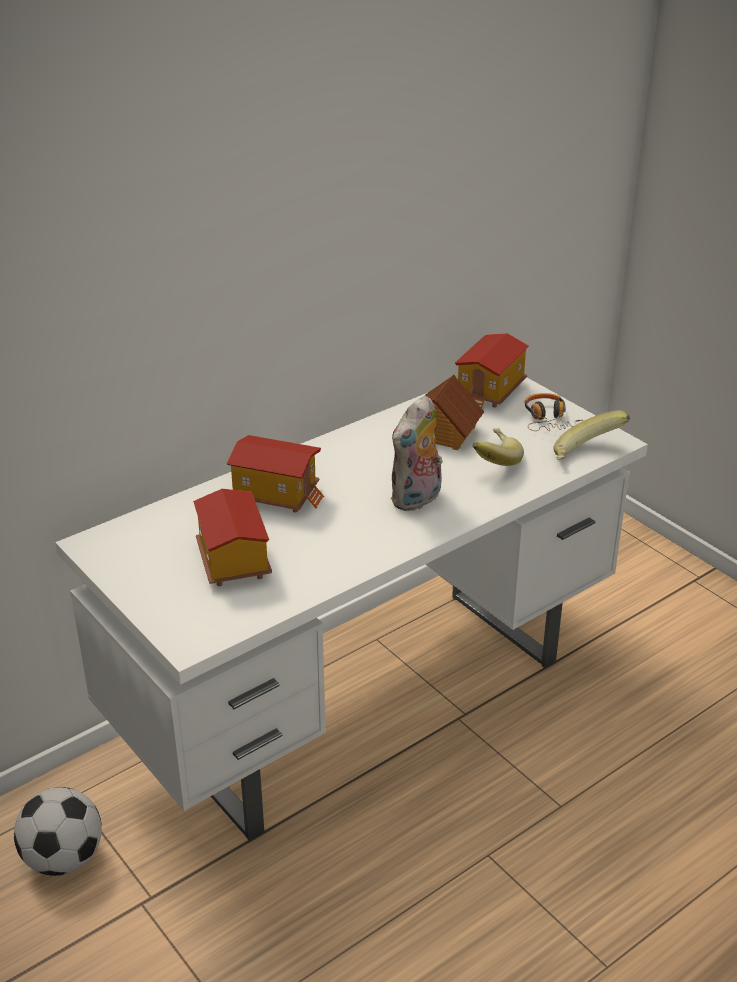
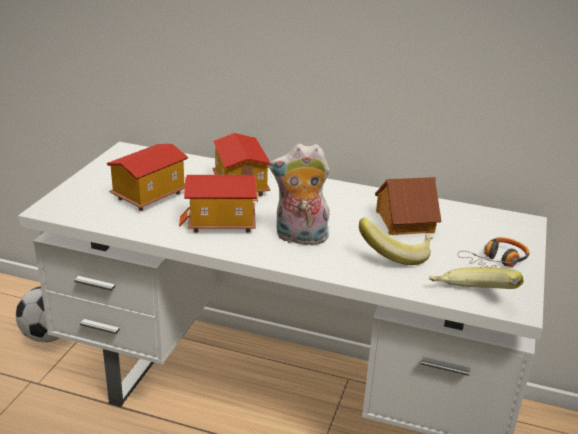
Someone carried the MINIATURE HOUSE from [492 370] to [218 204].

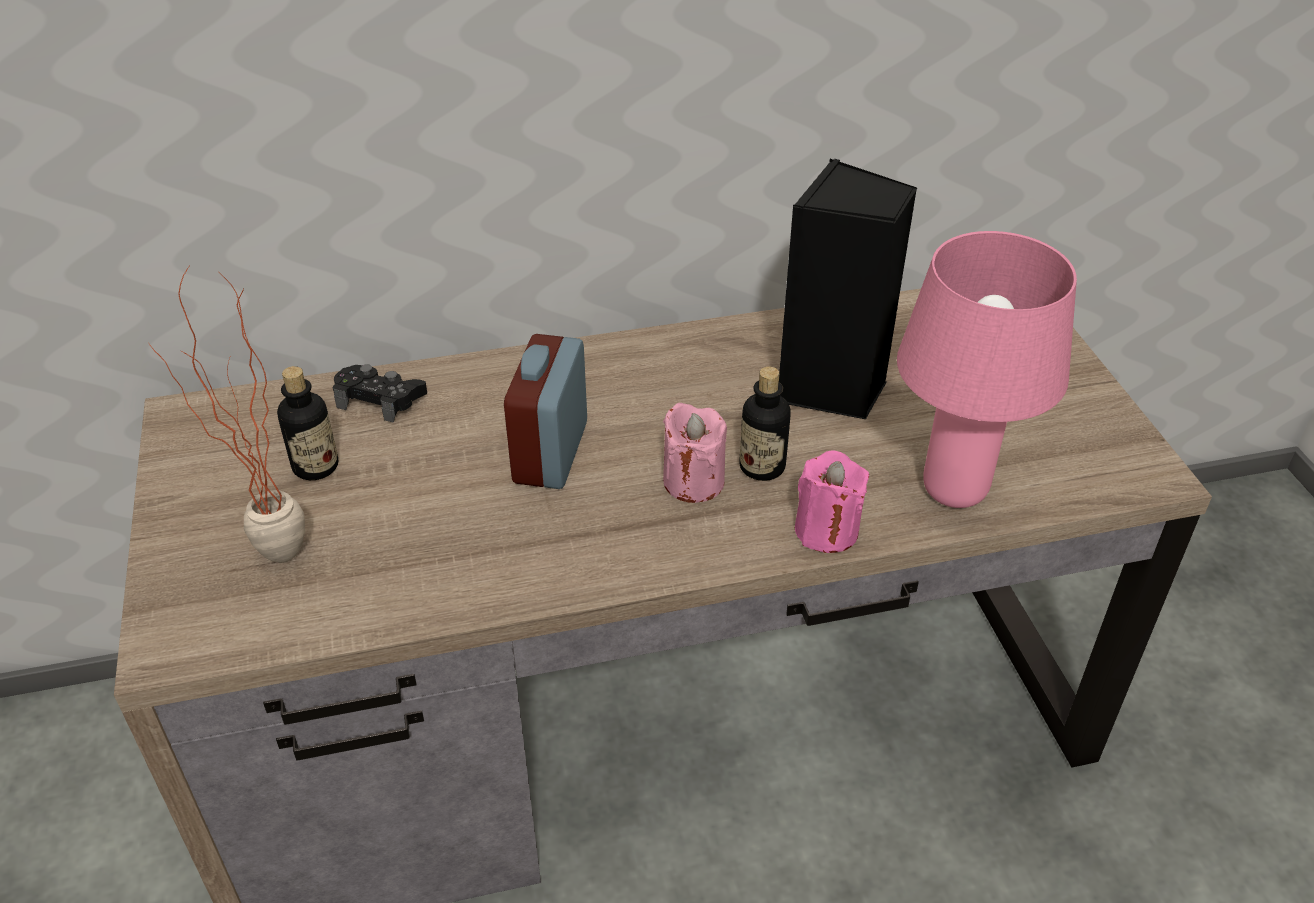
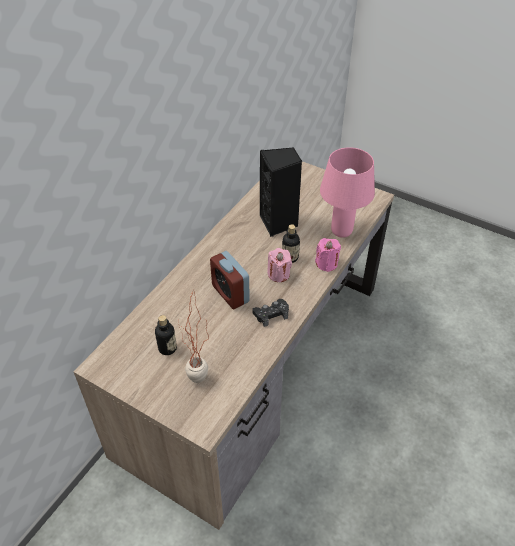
Someone carried the BLACKISH JOYPAD from [379 393] to [270 313].

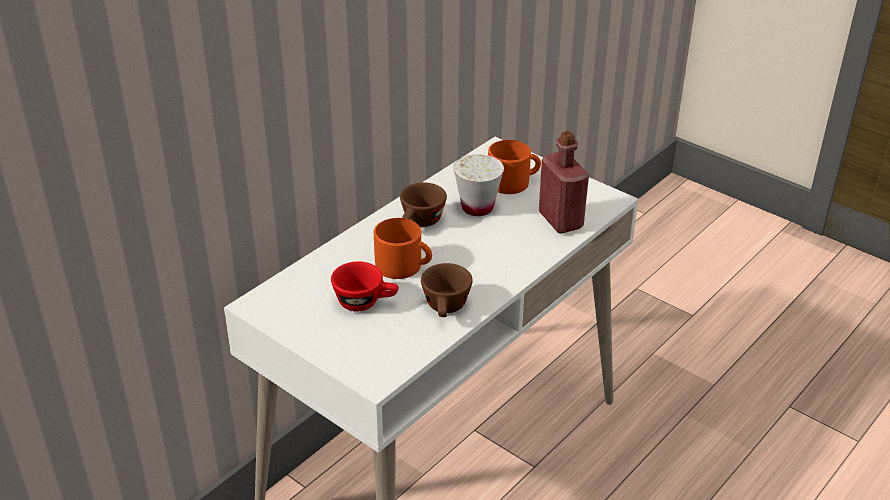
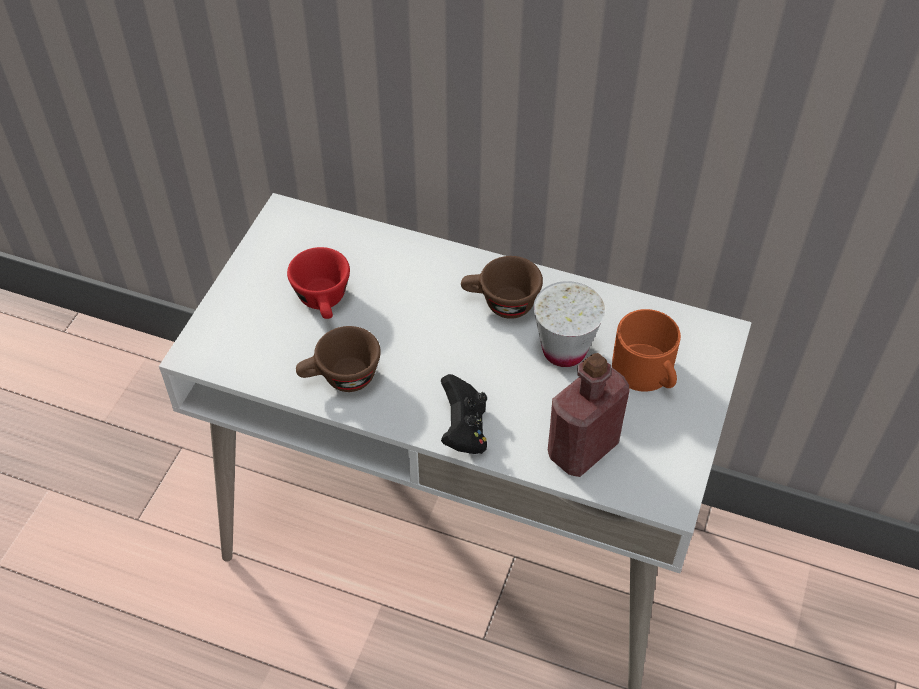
Someone took away the ORANGEY TEA MUG at [403 248]. Someone put down the BLACKISH JOYPAD at [464 414].

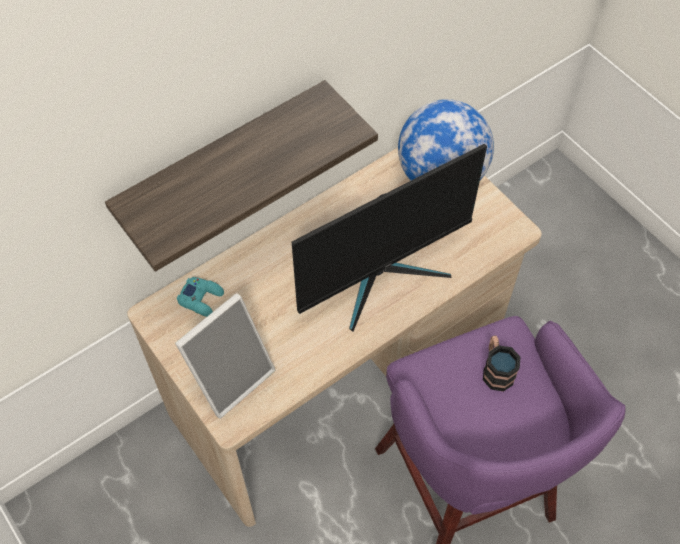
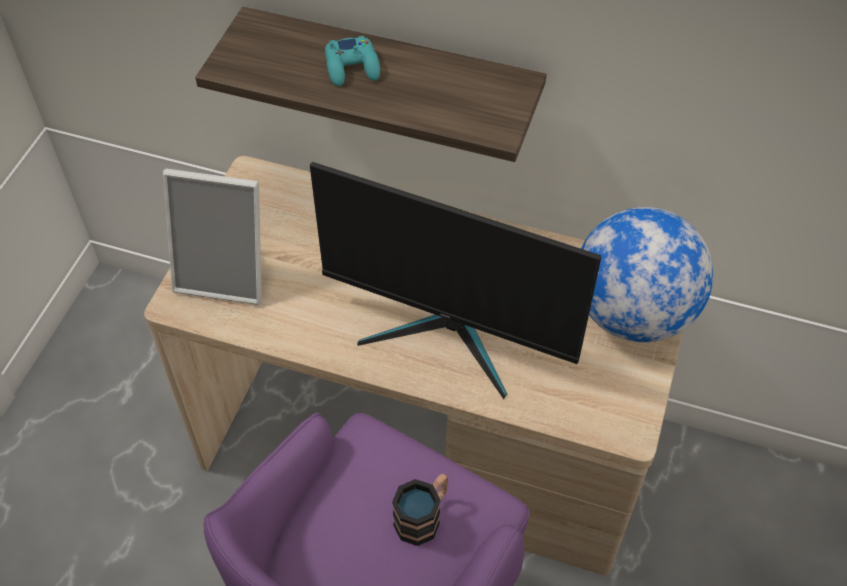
Someone carried the TURQUOISE-COLOURED JOYPAD from [200 297] to [352 61].

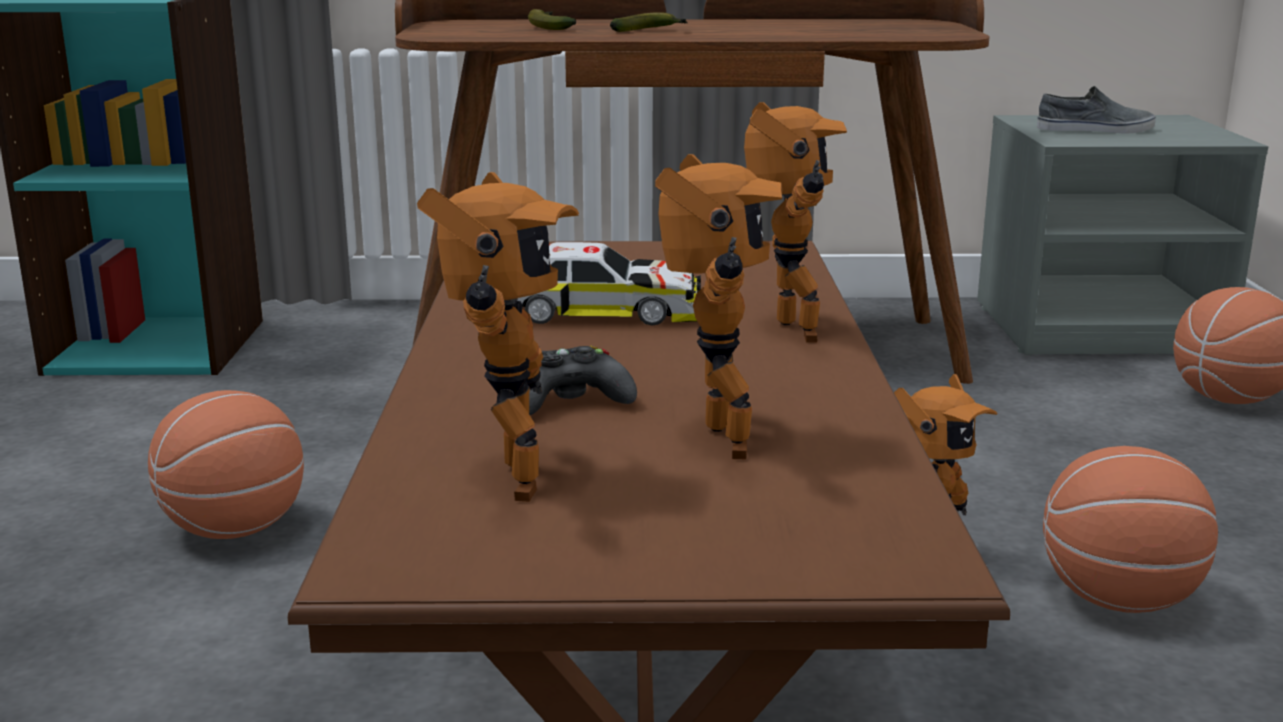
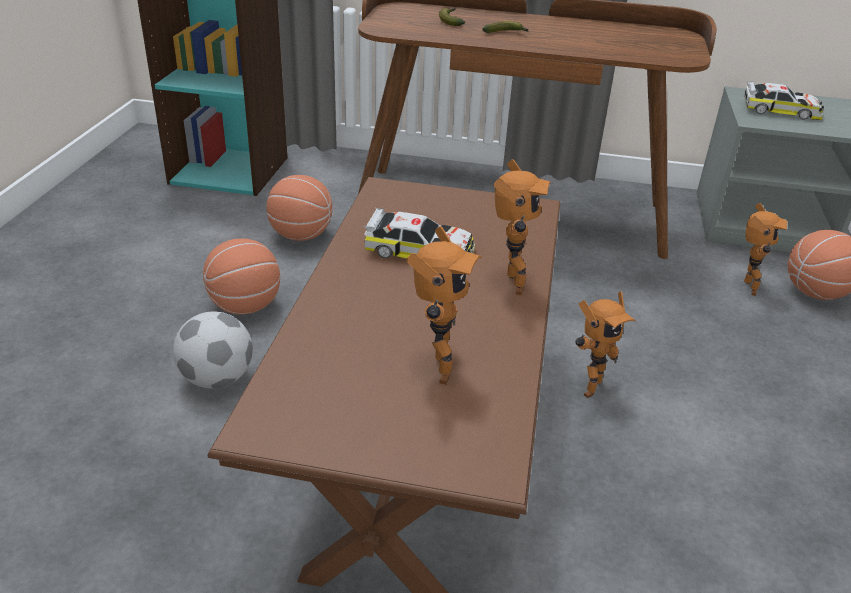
Someone swapped the GREYISH SHOE at [1096 110] for the MINIATURE CAR at [784 100]. Someone carried the MODEL ROBOT from [498 337] to [765 249]. Someone took away the BLACKISH JOYPAD at [583 380]. Someone carried the BASKETBALL BALL from [1130 529] to [299 208]. Someone put down the BALL FOR FOOTBALL at [213 350].

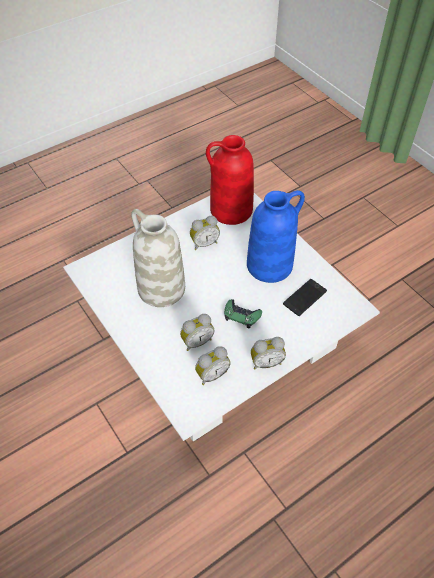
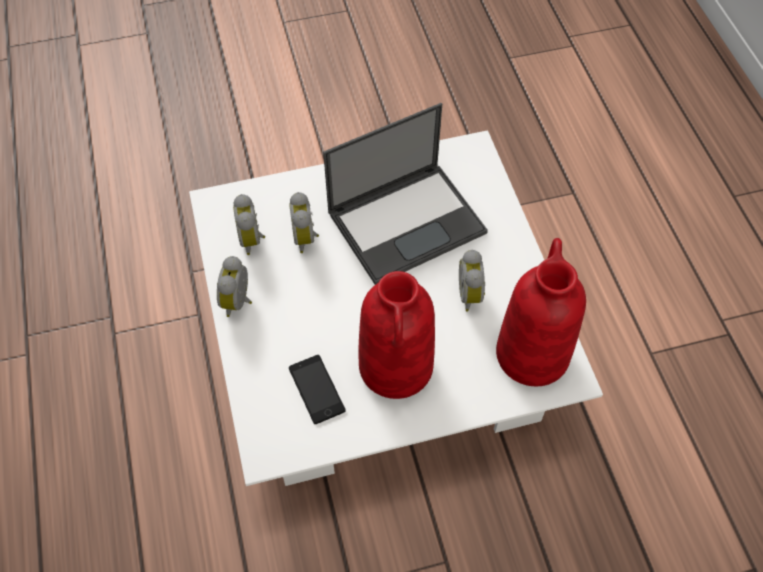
Someone repainted the BLUE-COLOURED FLOWER VASE at [276 236], which became the RED FLOWER VASE at [397 335]. Someone swapped the WHITE-COLOURED FLOWER VASE at [158 258] for the PORTABLE COMPUTER at [405 194]. Someone took away the GREENISH JOYPAD at [243 313].

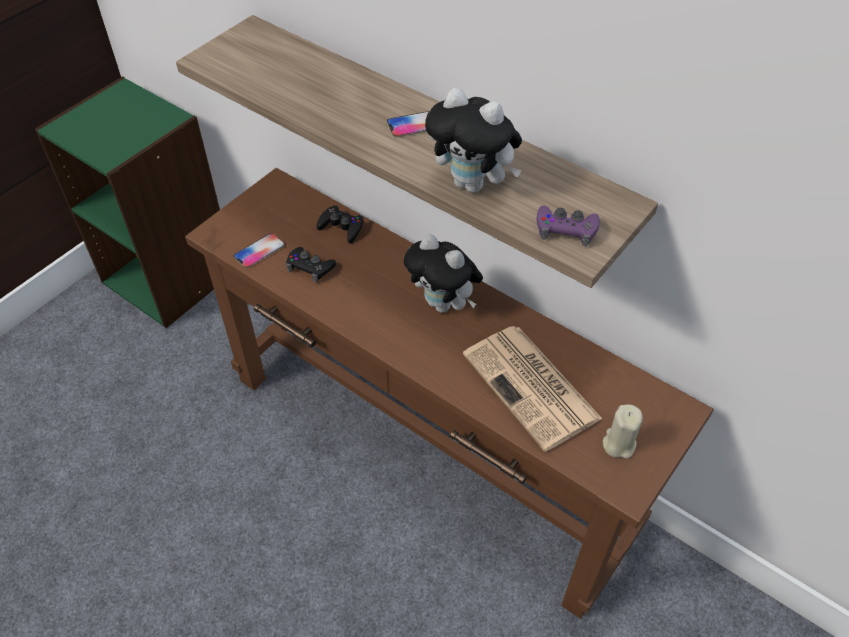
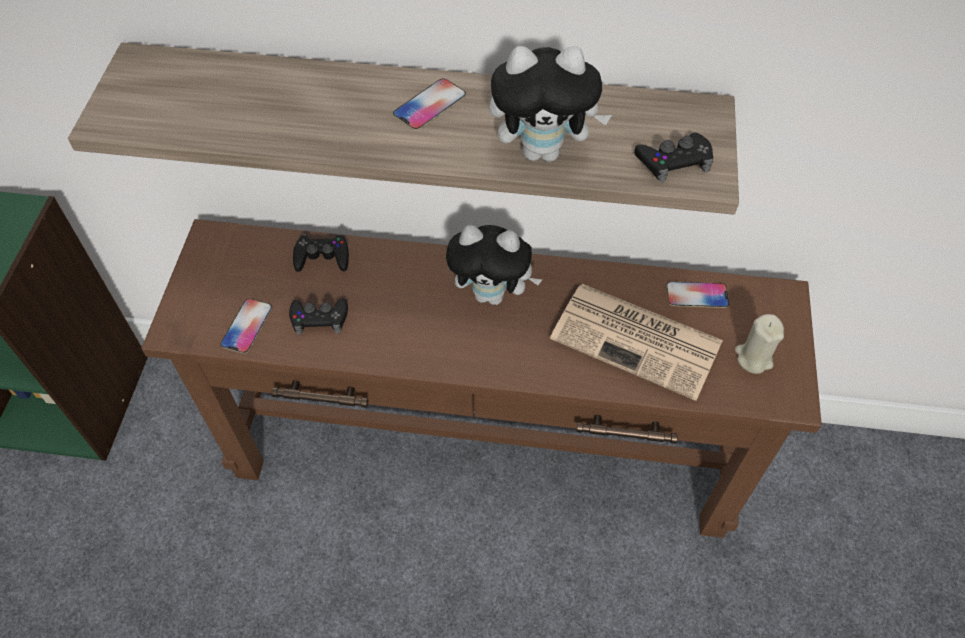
Someone repainted the PURPLE-COLOURED JOYPAD at [568 225], which became the BLACKISH JOYPAD at [673 158]. Someone put down the PHONE at [697 294].

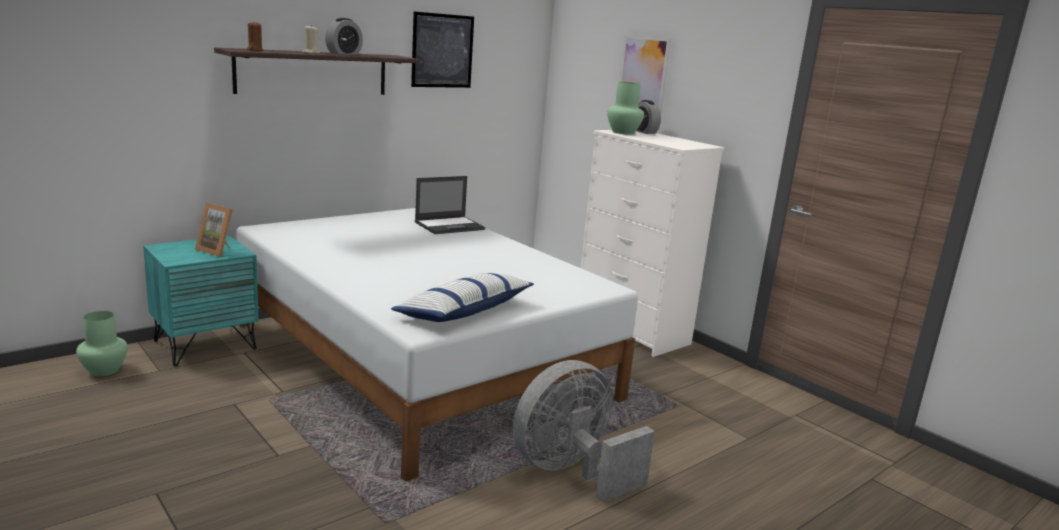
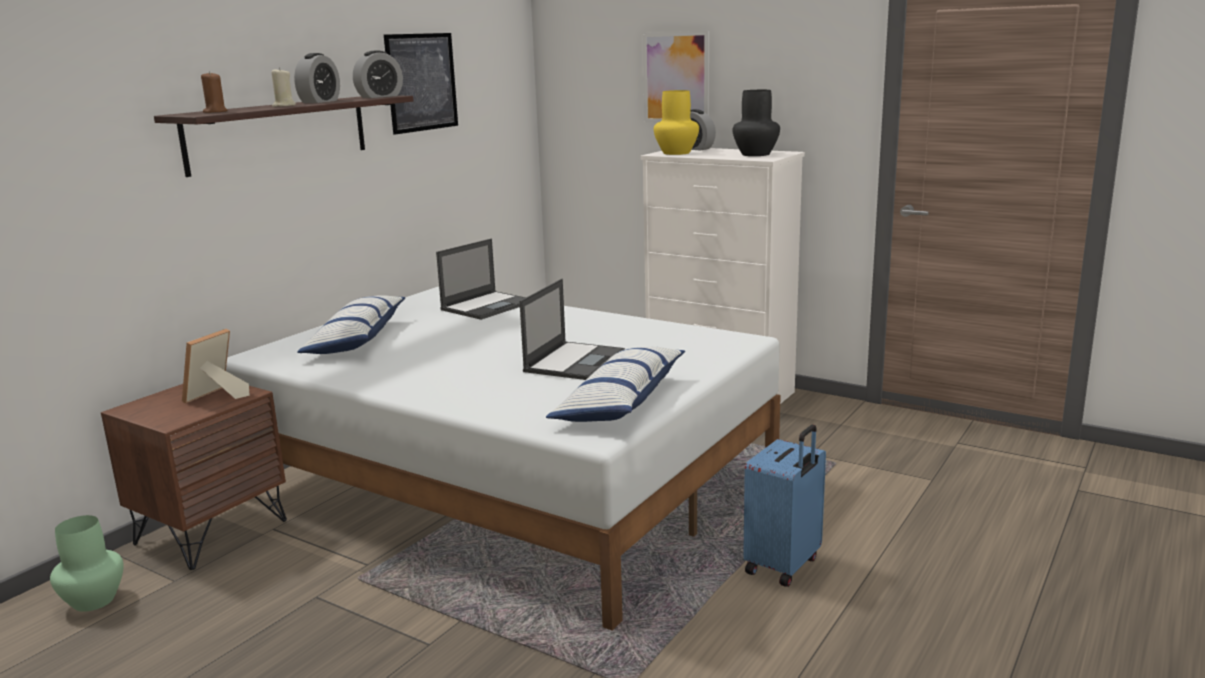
Someone repainted the GREENISH FLOWER VASE at [625 108], which became the YELLOW-COLOURED FLOWER VASE at [676 122]. Someone rotated the STANDING FRAME at [214 229] by 105 degrees clockwise. Someone repainted the TURQUOISE-COLOURED BEDSIDE TABLE at [201 301], which became the BROWNISH BEDSIDE TABLE at [194 477]. Someone swapped the GREYISH FAN at [584 431] for the BLUE-COLOURED SUITCASE at [784 506]. Someone put down the ALARM CLOCK at [378 74]. Someone put down the BLACKISH FLOWER VASE at [756 123]. Someone put down the PORTABLE COMPUTER at [572 329]. Someone put down the PILLOW at [351 324].

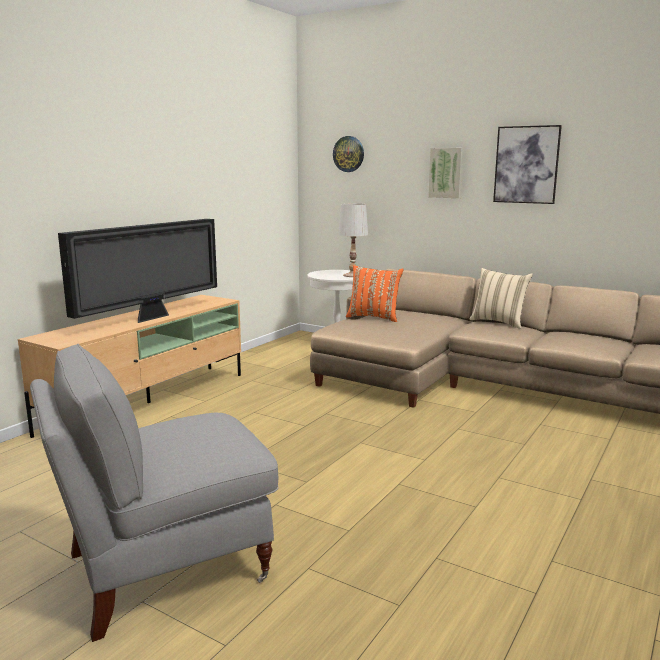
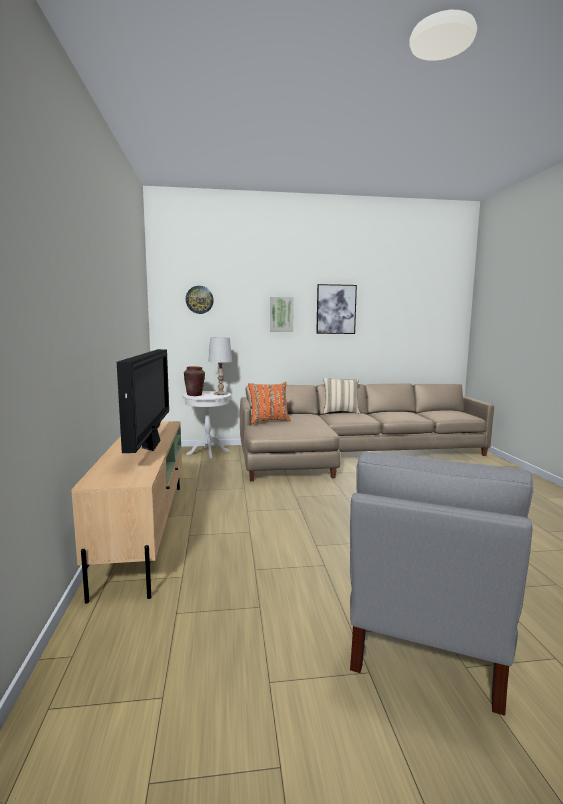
Someone put down the BROWNISH FLOWER VASE at [194 381].

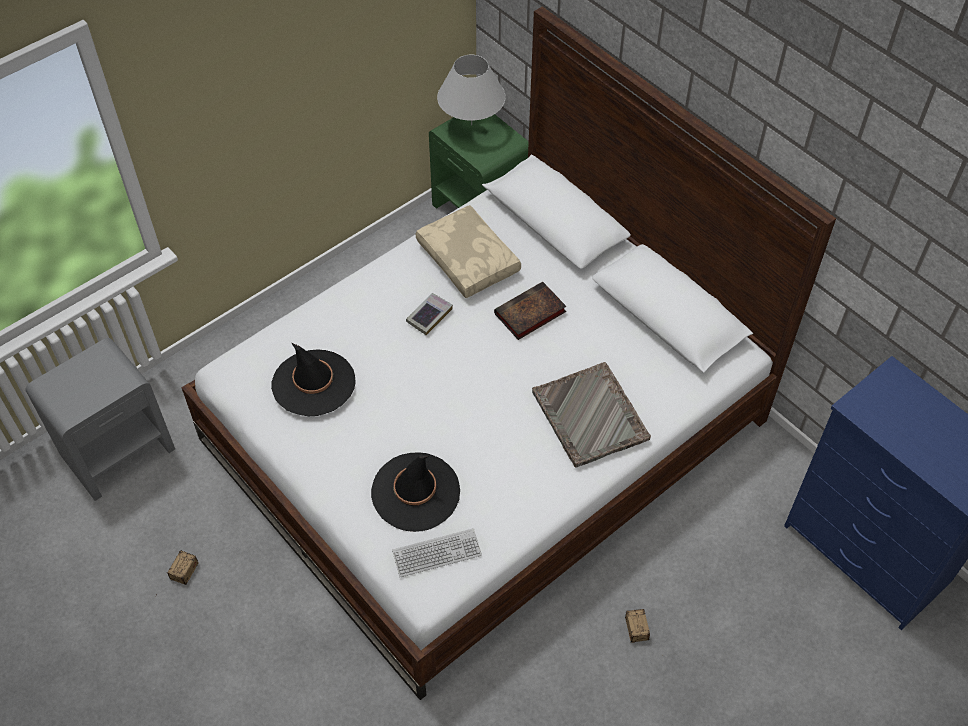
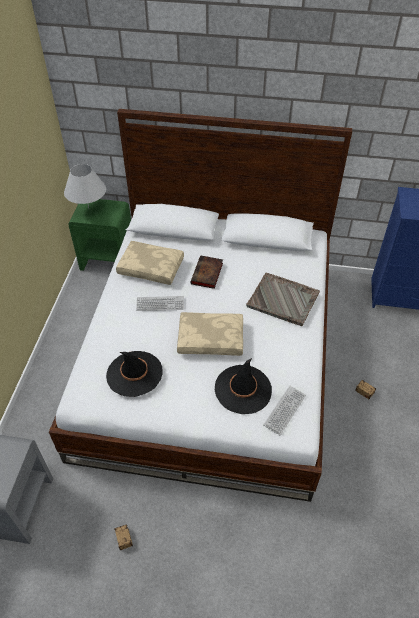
Someone swapped the VOLUME at [429 314] for the PC KEYBOARD at [160 303]. Someone put down the BEIGE PILLOW at [210 334].

